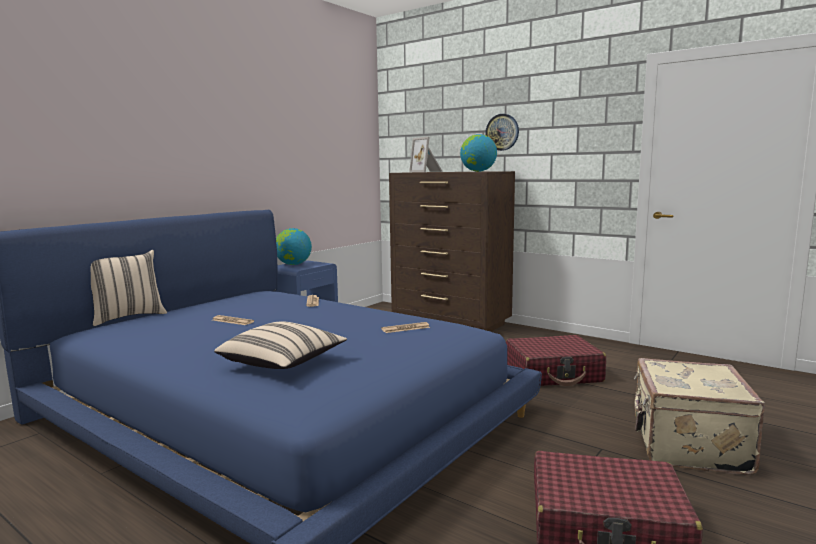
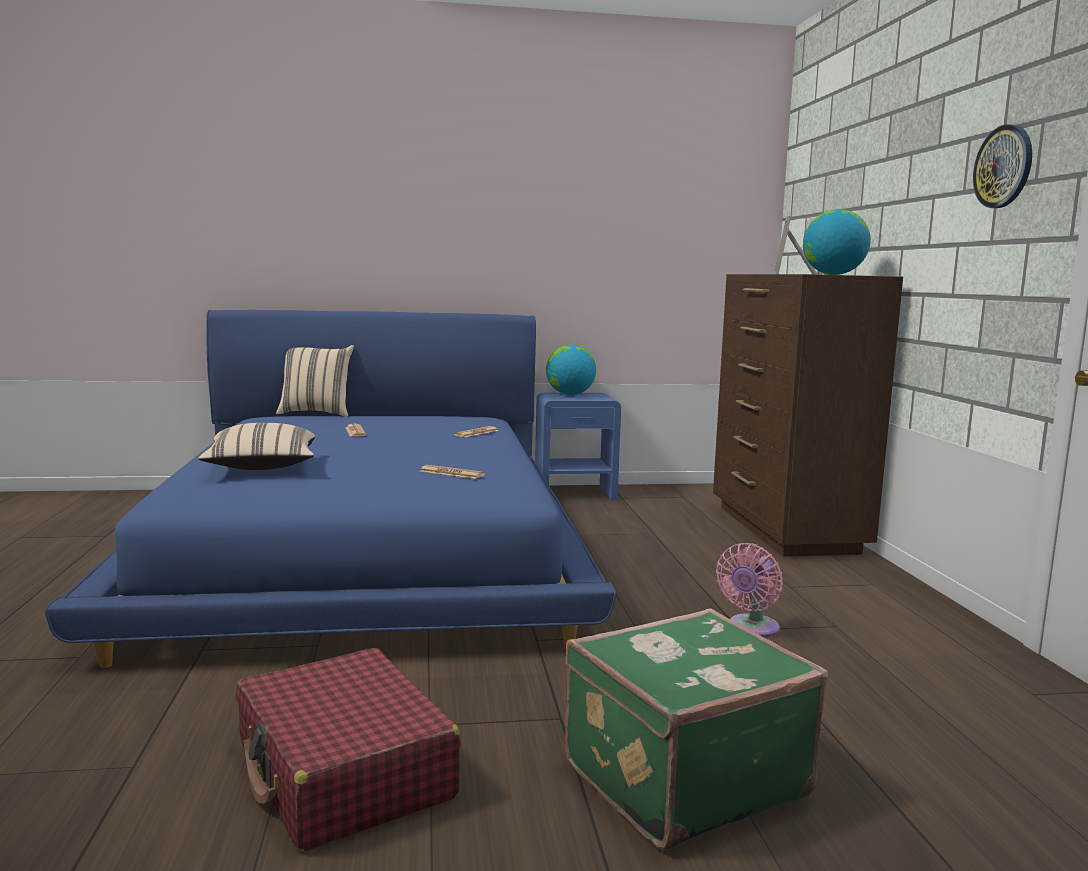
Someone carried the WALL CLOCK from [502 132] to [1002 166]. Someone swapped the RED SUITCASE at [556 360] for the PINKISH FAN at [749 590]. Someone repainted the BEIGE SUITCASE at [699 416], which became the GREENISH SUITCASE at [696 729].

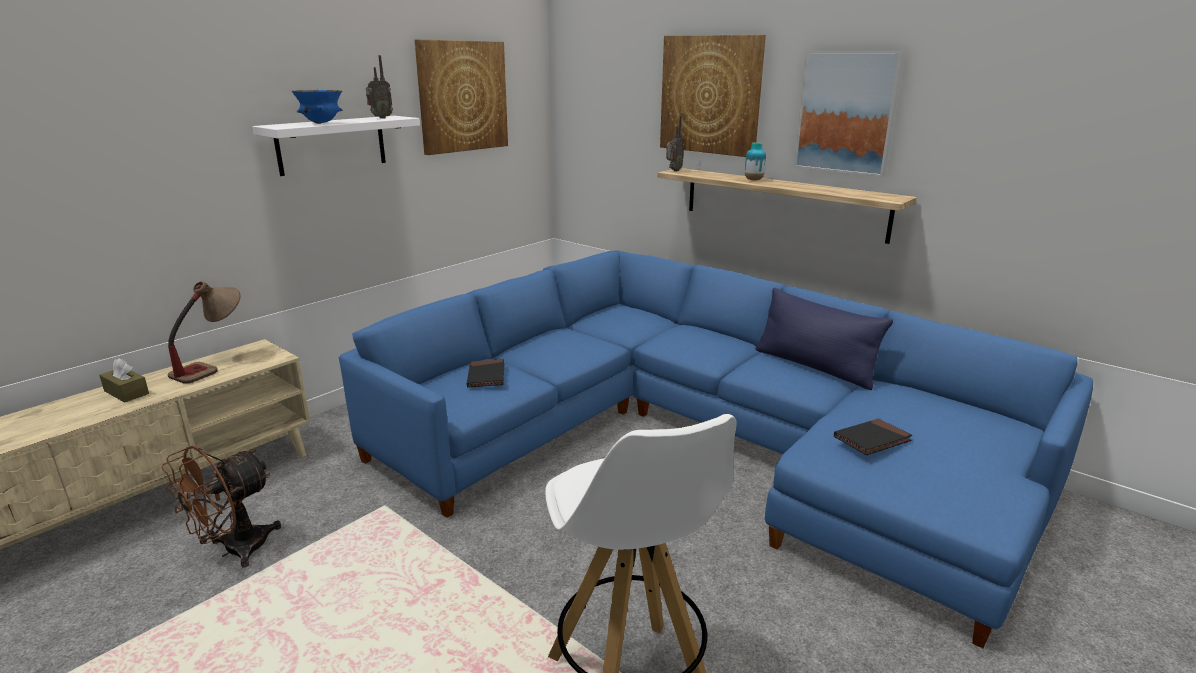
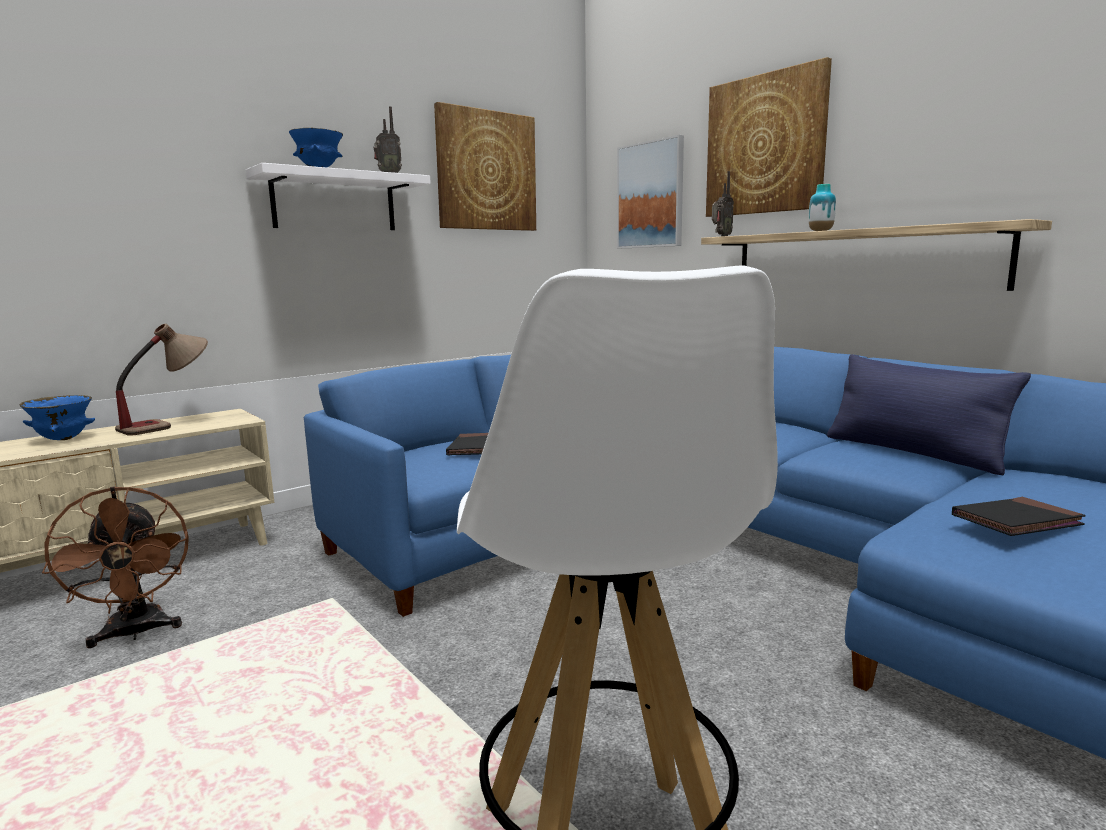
Someone carried the PICTURE from [849 114] to [650 192]. Someone swapped the BROWNISH BOX OF TISSUES at [124 380] for the BLUE-COLOURED SERVING BOWL at [57 417]. Someone rotated the BROWNISH FAN at [221 507] by 75 degrees counterclockwise.

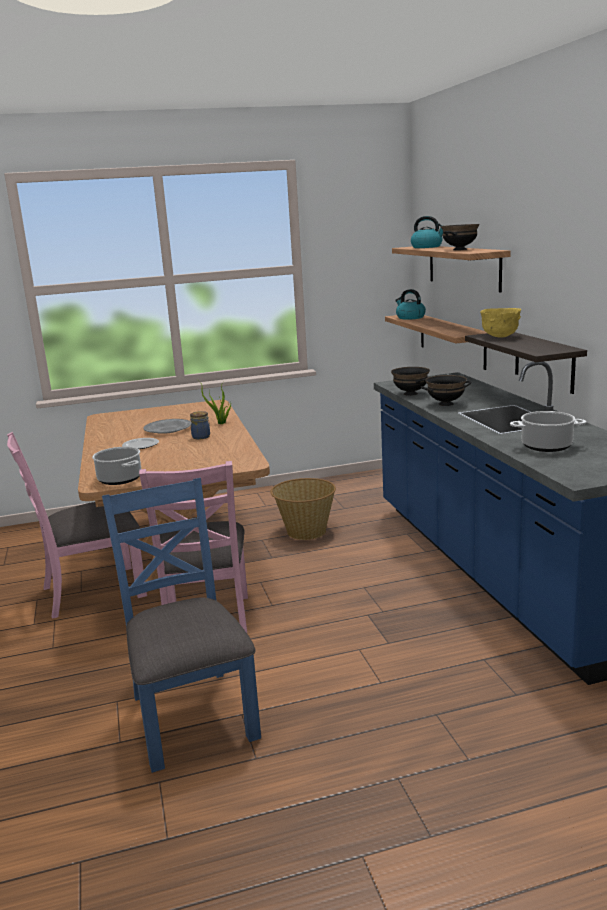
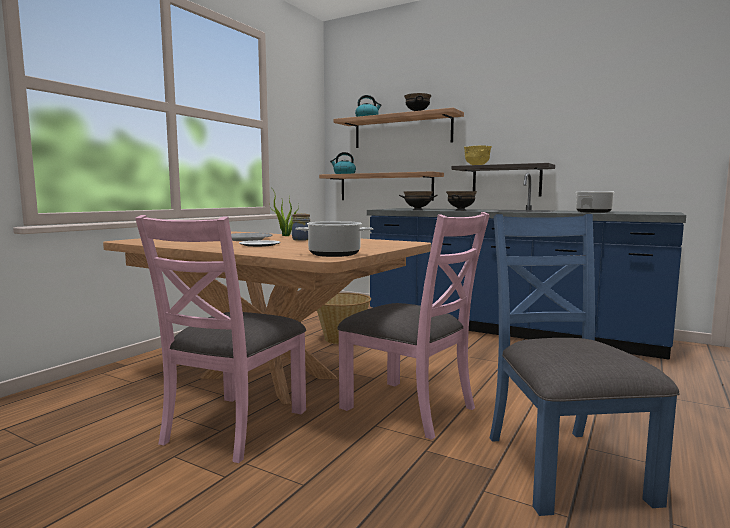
Someone rotated the BLUE-COLOURED CHAIR at [181 625] by 60 degrees clockwise.

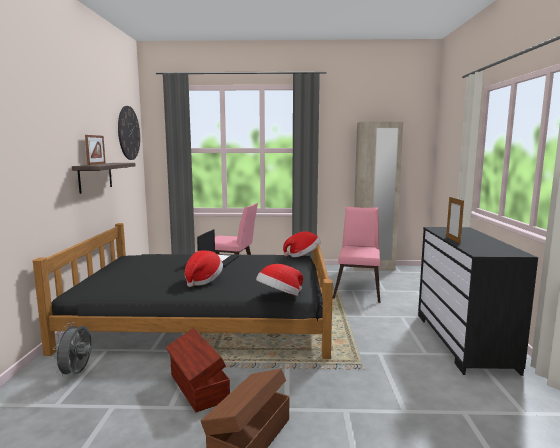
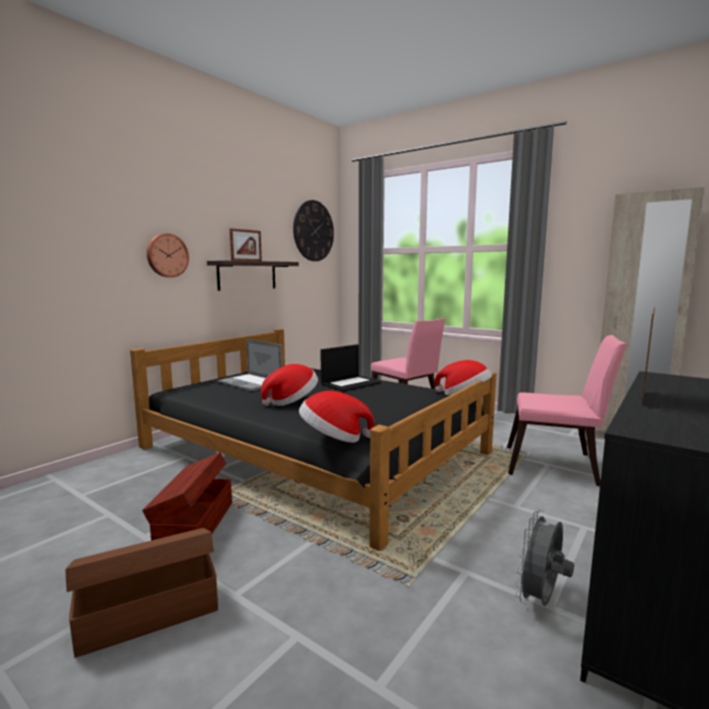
Someone rotated the PINKISH CHAIR at [356 254] by 60 degrees clockwise. Someone carried the GREYISH FAN from [72 350] to [544 558]. Someone put up the WALL CLOCK at [168 255]. Someone put down the PORTABLE COMPUTER at [249 365].

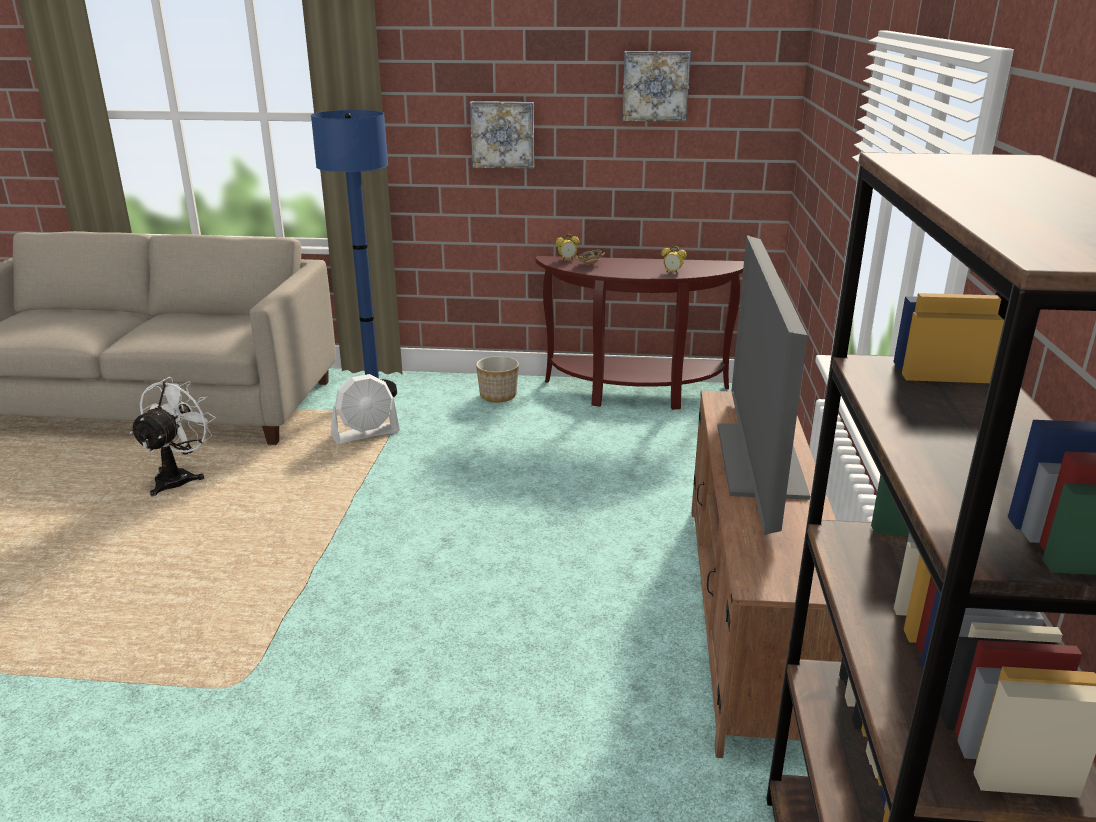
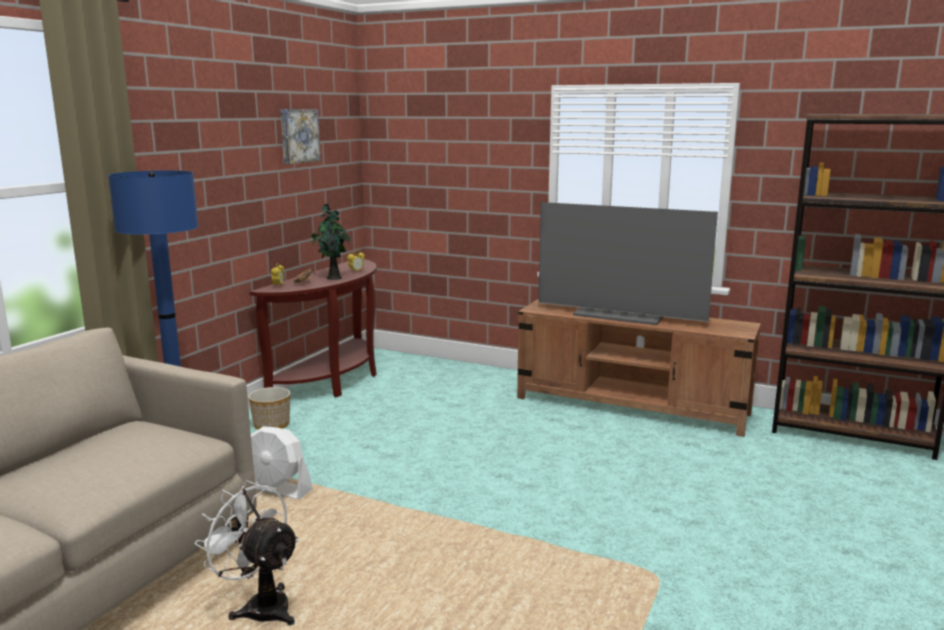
Someone took away the PICTURE at [502 135]. Someone rotated the WHITE-COLOURED FAN at [365 409] by 120 degrees clockwise. Someone put down the POTTED PLANT at [330 242].

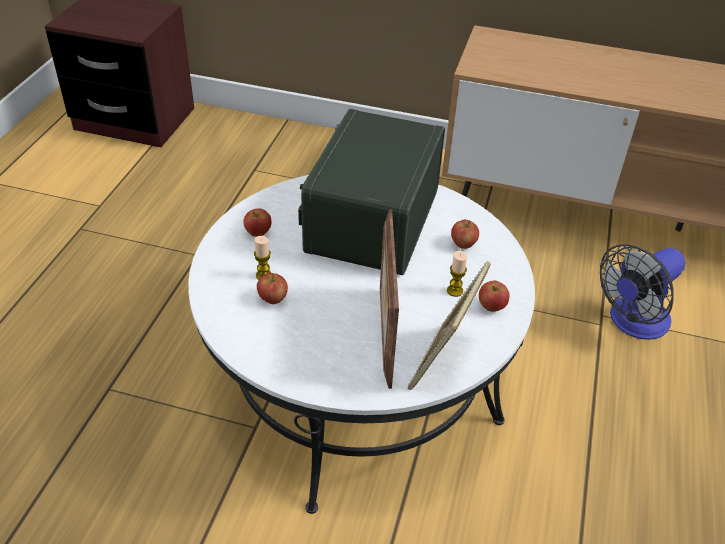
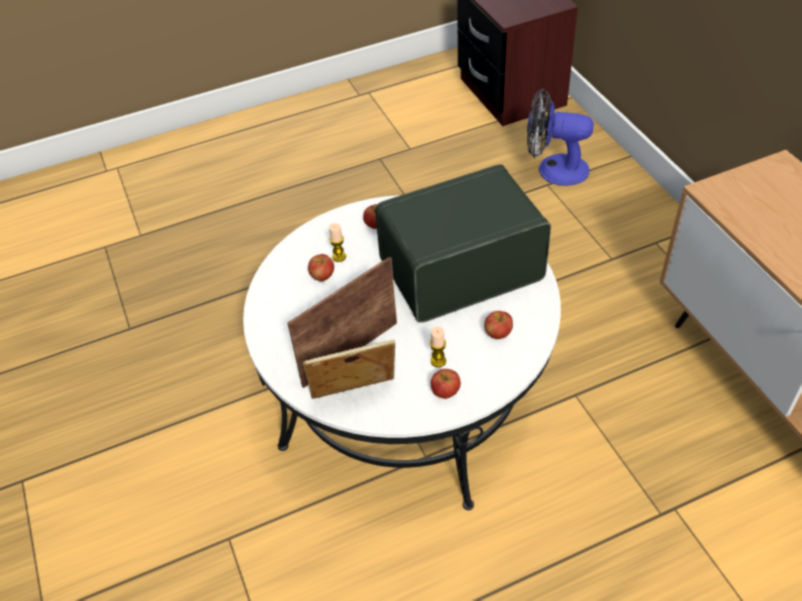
Someone carried the FAN from [642 292] to [560 137].

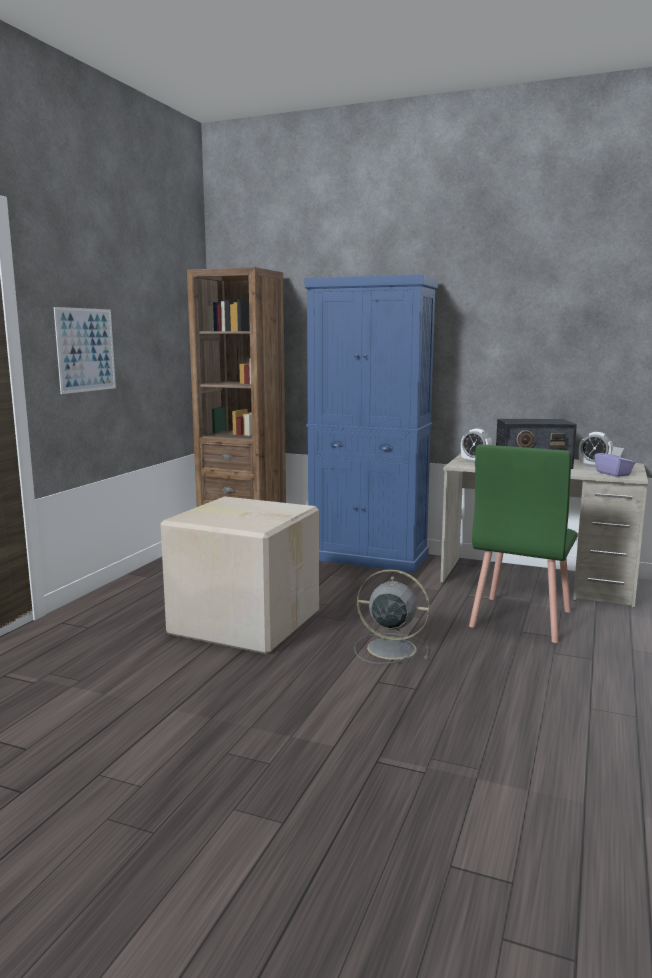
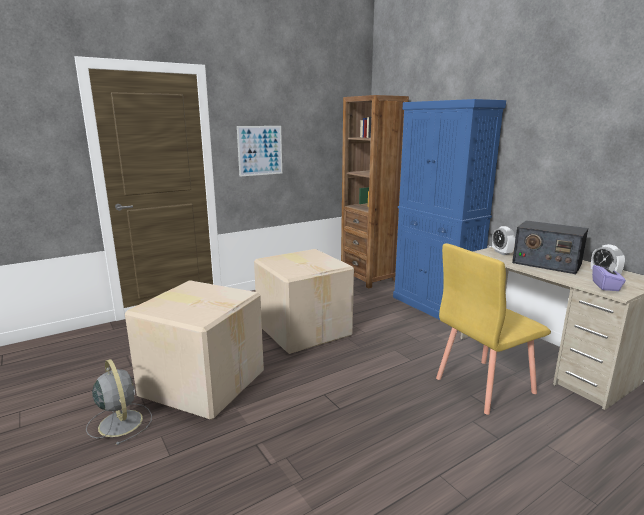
Someone repainted the GREENISH CHAIR at [523 544], which became the YELLOW-COLOURED CHAIR at [493 329]. Someone carried the GREYISH FAN from [392 616] to [119 402]. Someone put down the CARTON at [194 350].

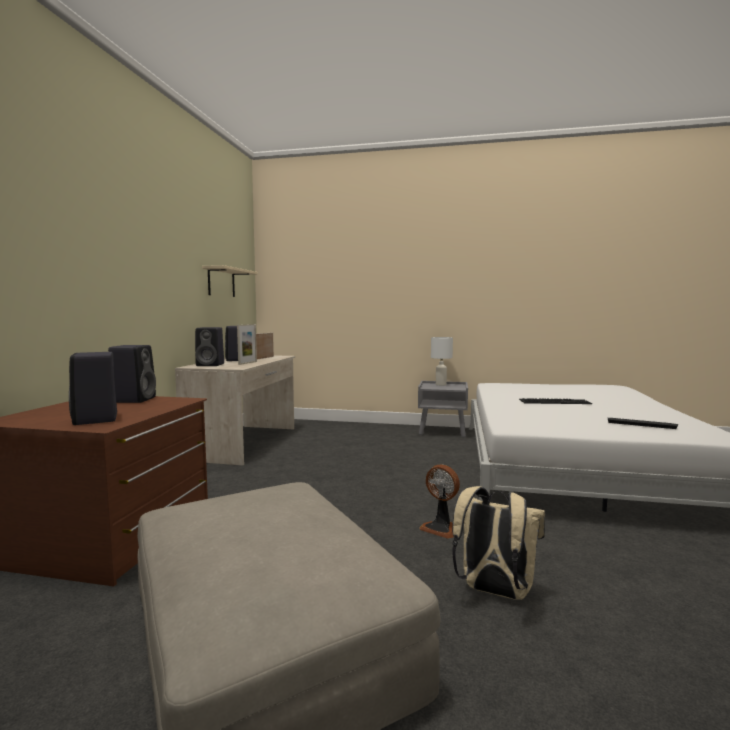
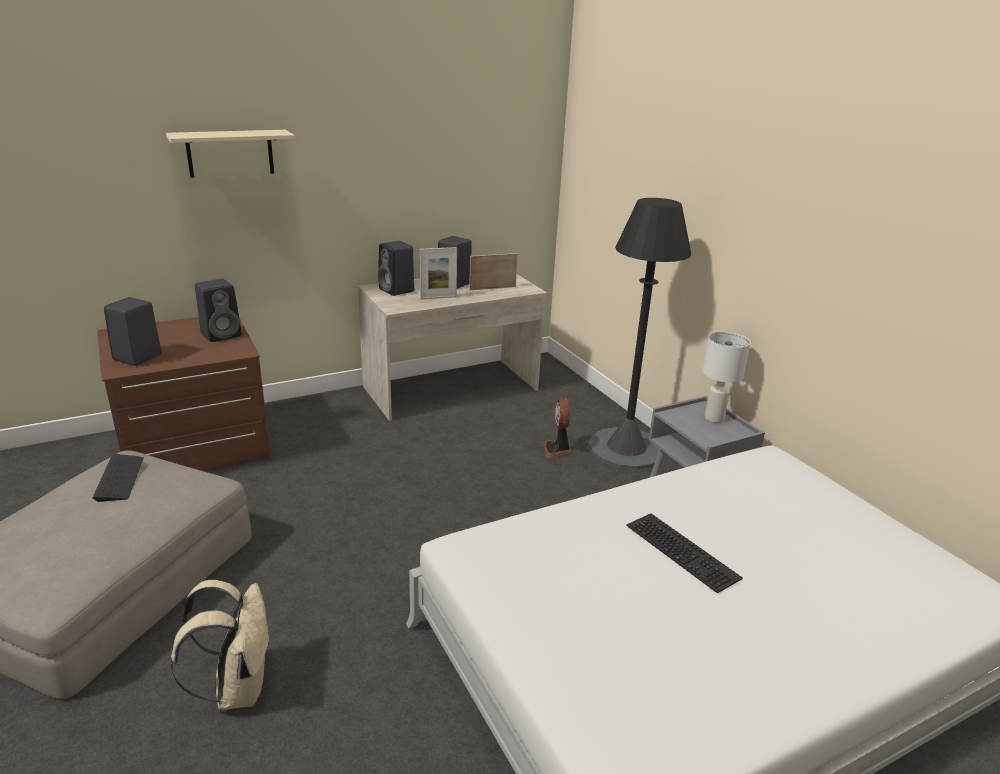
Someone carried the BEIGE BRACKET SHELF from [229 281] to [230 154]. Someone carried the PC KEYBOARD from [643 423] to [118 478]. Someone carried the FAN from [439 501] to [557 427]. Someone put down the BLACKISH STANDING LAMP at [640 334].

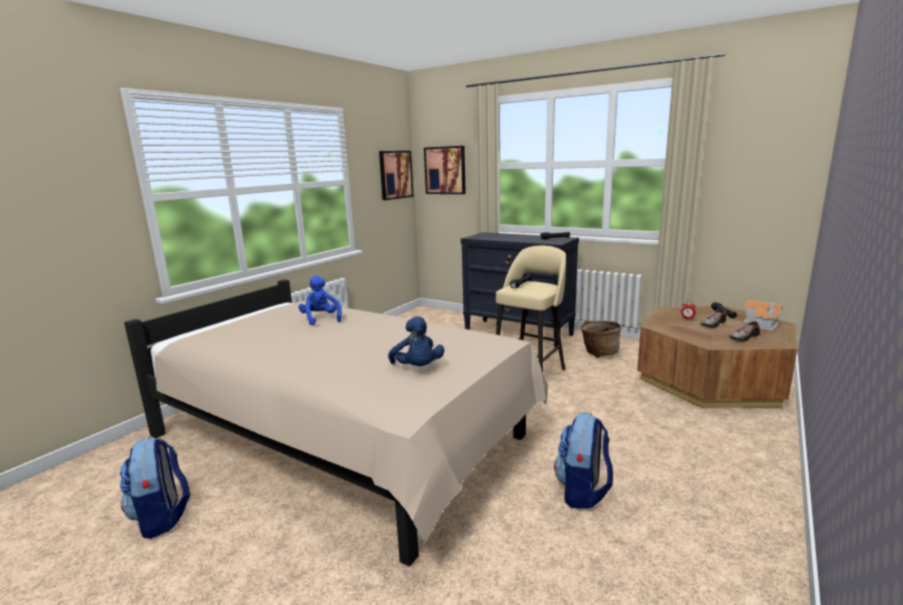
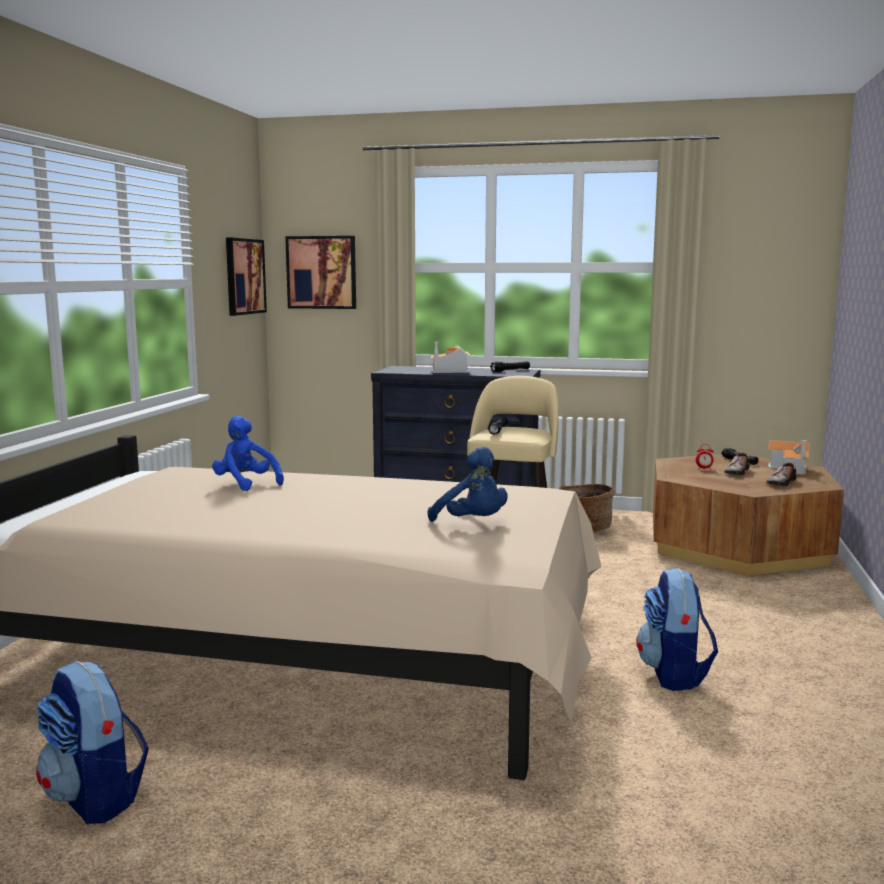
Someone put down the MINIATURE HOUSE at [450 357].

